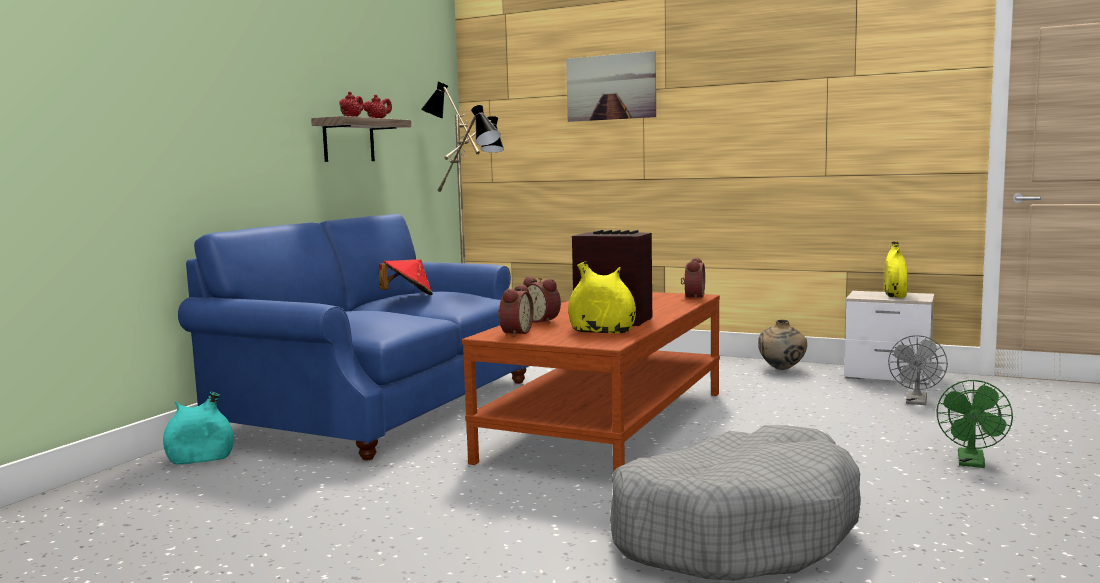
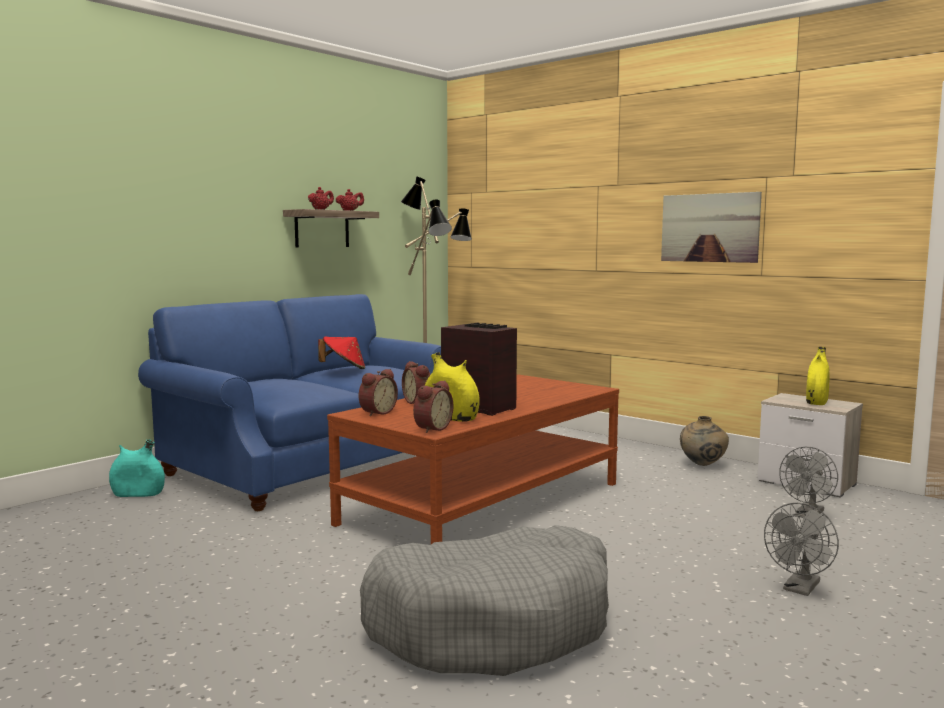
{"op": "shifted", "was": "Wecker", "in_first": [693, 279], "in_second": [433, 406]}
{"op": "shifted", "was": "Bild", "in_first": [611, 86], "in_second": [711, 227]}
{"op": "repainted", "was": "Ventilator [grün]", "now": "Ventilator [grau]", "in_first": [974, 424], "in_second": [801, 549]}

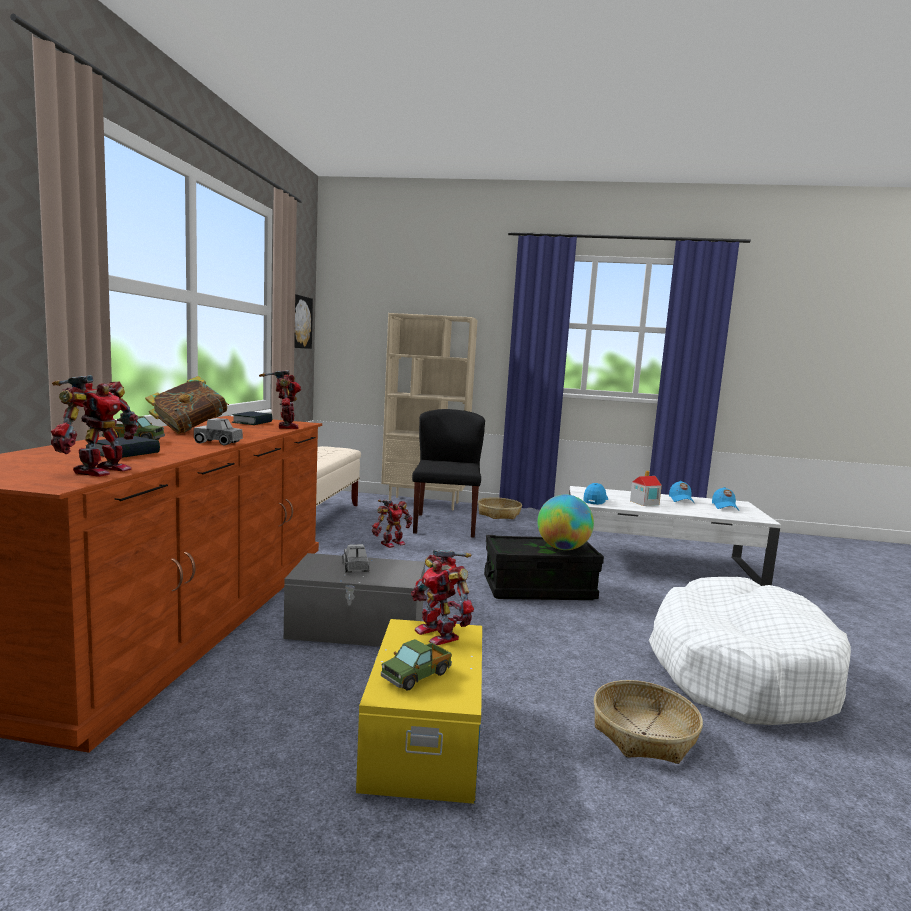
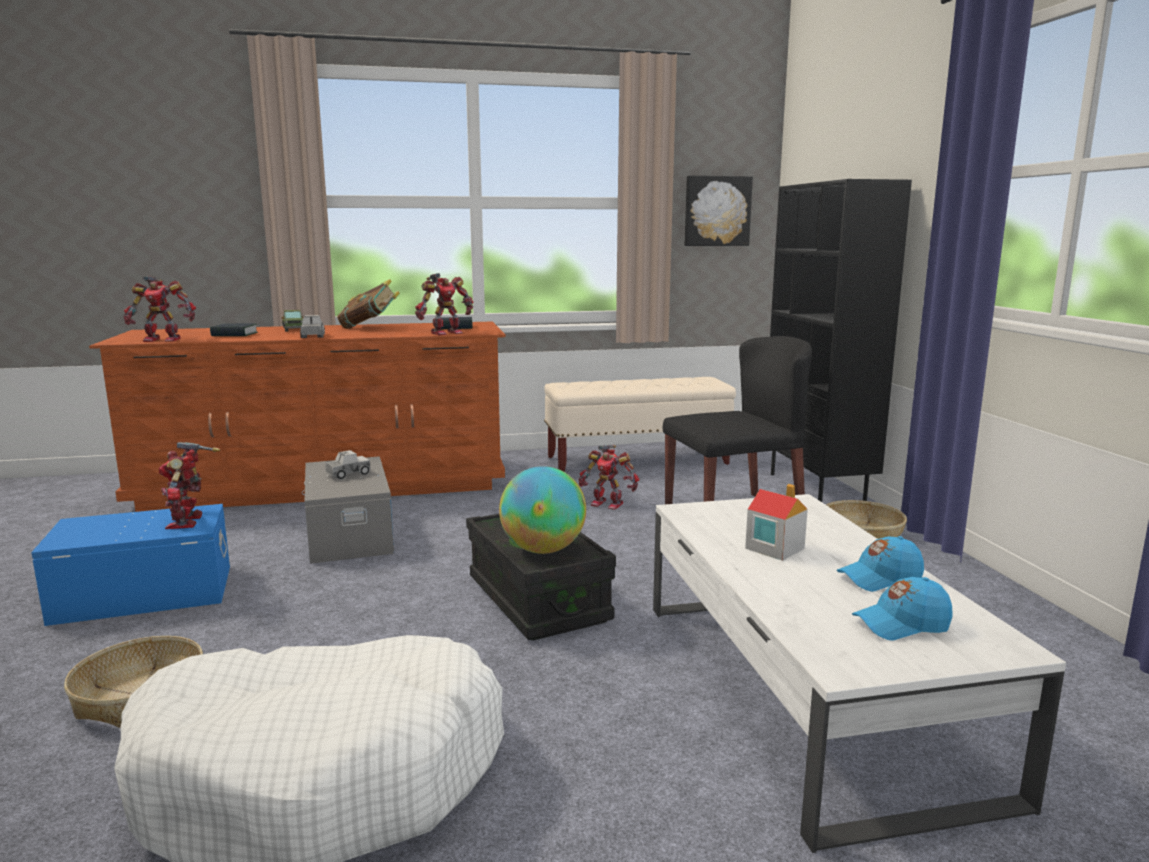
{"op": "repainted", "was": "Aufbewahrungsbox [gelb]", "now": "Aufbewahrungsbox [blau]", "in_first": [419, 711], "in_second": [130, 565]}
{"op": "rotated", "was": "Spielzeugroboter", "in_first": [442, 597], "in_second": [190, 485], "clockwise": -45}
{"op": "repainted", "was": "Bücherregal [beige]", "now": "Bücherregal [schwarz]", "in_first": [429, 411], "in_second": [841, 340]}
{"op": "gone", "was": "Spielzeuglaster", "in_first": [416, 665]}
{"op": "gone", "was": "Kappe [blau]", "in_first": [595, 494]}

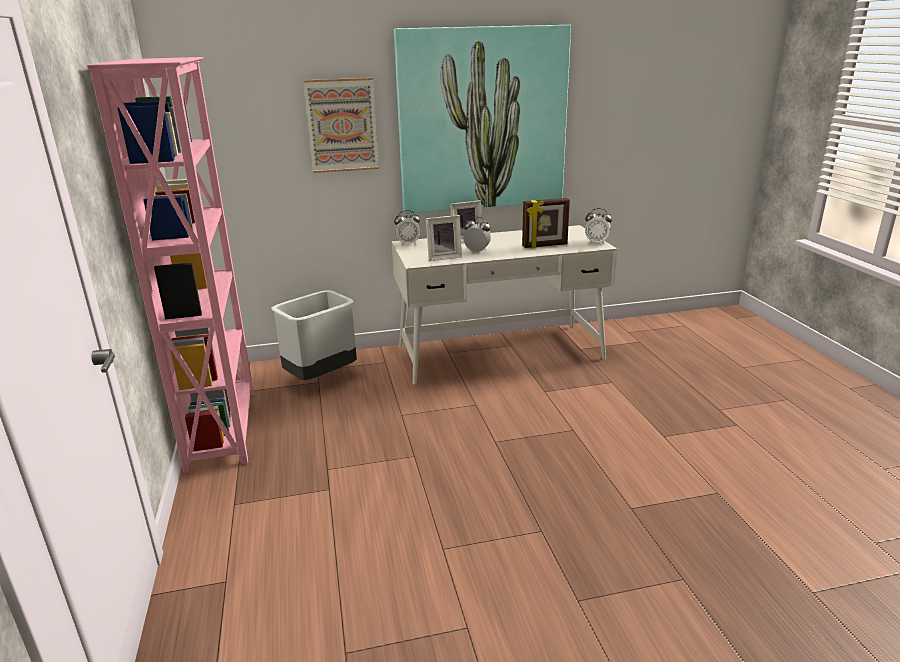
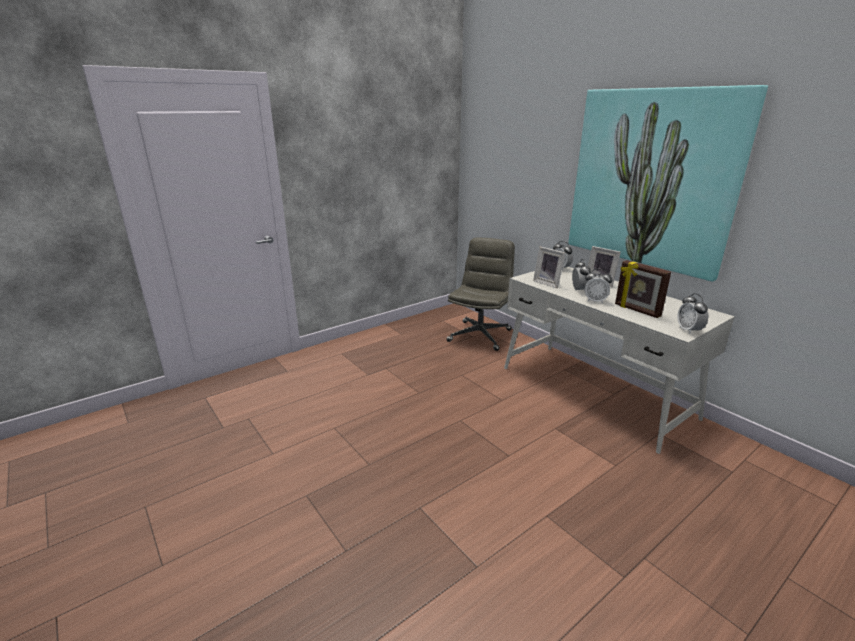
{"op": "swapped", "was": "Mülleimer [grau]", "now": "Bürostuhl [grau]", "in_first": [314, 335], "in_second": [480, 294]}
{"op": "new", "now": "Wecker", "in_second": [598, 286]}
{"op": "gone", "was": "Bücherregal [rosa]", "in_first": [170, 265]}
{"op": "gone", "was": "Bild", "in_first": [341, 125]}

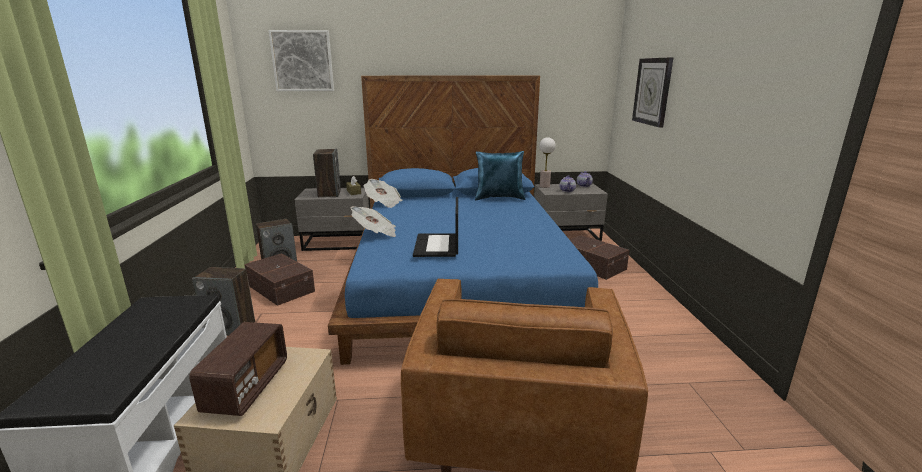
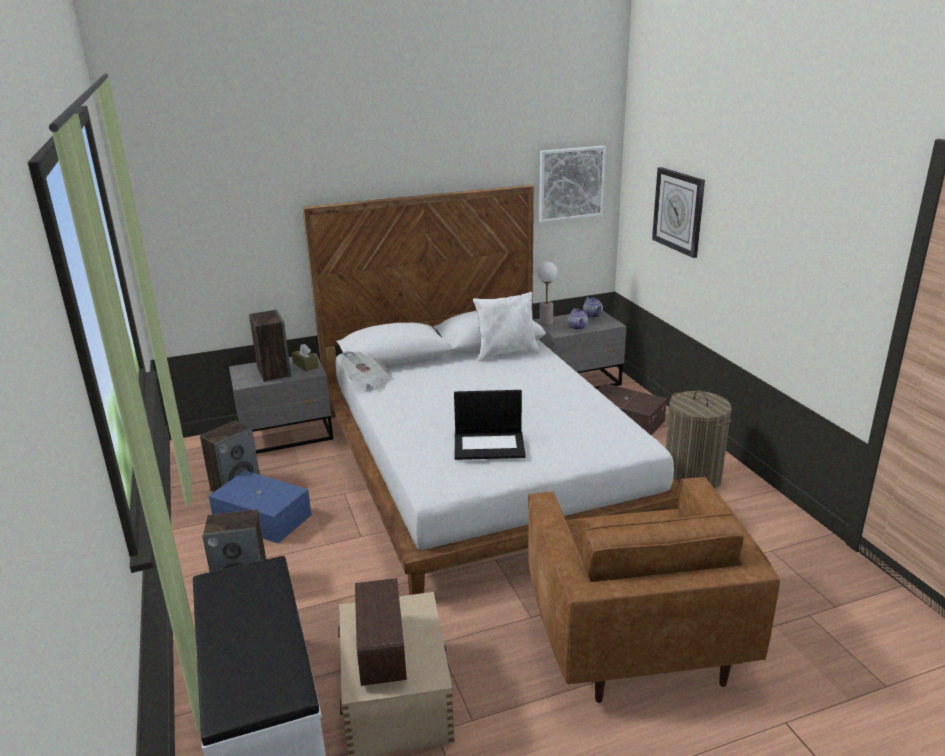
{"op": "repainted", "was": "Aufbewahrungsbox [braun]", "now": "Aufbewahrungsbox [blau]", "in_first": [279, 280], "in_second": [260, 507]}
{"op": "repainted", "was": "Bett [blau]", "now": "Bett [weiß]", "in_first": [463, 220], "in_second": [491, 390]}
{"op": "rotated", "was": "Laptop", "in_first": [435, 227], "in_second": [490, 425], "clockwise": -75}
{"op": "repainted", "was": "Kissen [blau]", "now": "Kissen [weiß]", "in_first": [500, 175], "in_second": [506, 326]}
{"op": "shifted", "was": "Bild", "in_first": [301, 60], "in_second": [572, 184]}
{"op": "new", "now": "Wäschekorb", "in_second": [699, 439]}
{"op": "gone", "was": "Zeitung", "in_first": [373, 221]}

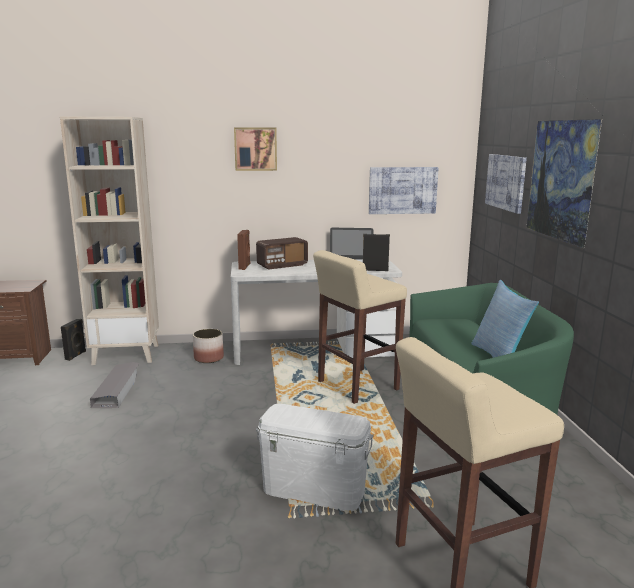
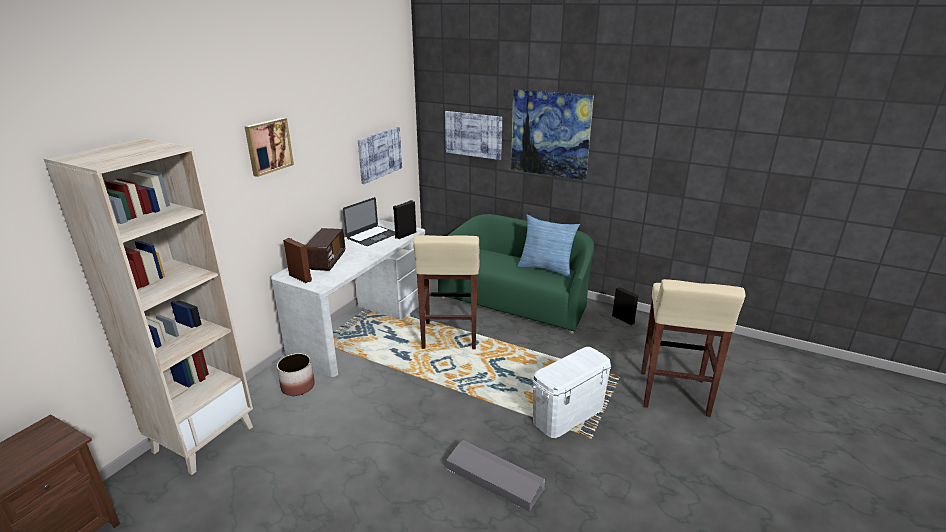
{"op": "shifted", "was": "Aufbewahrungsbox [grau]", "in_first": [115, 385], "in_second": [495, 476]}
{"op": "shifted", "was": "Lautsprecher [schwarz]", "in_first": [73, 340], "in_second": [625, 306]}

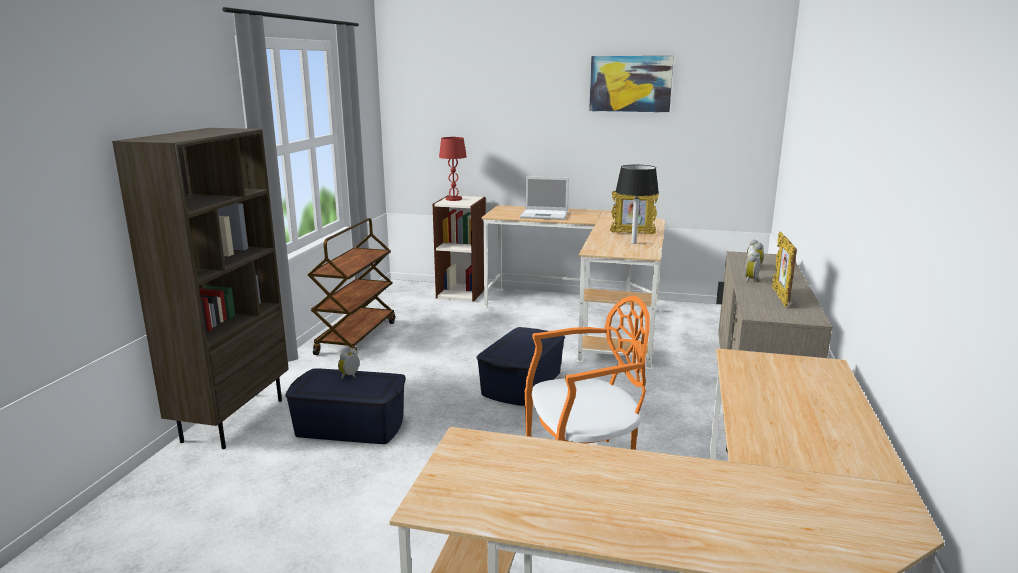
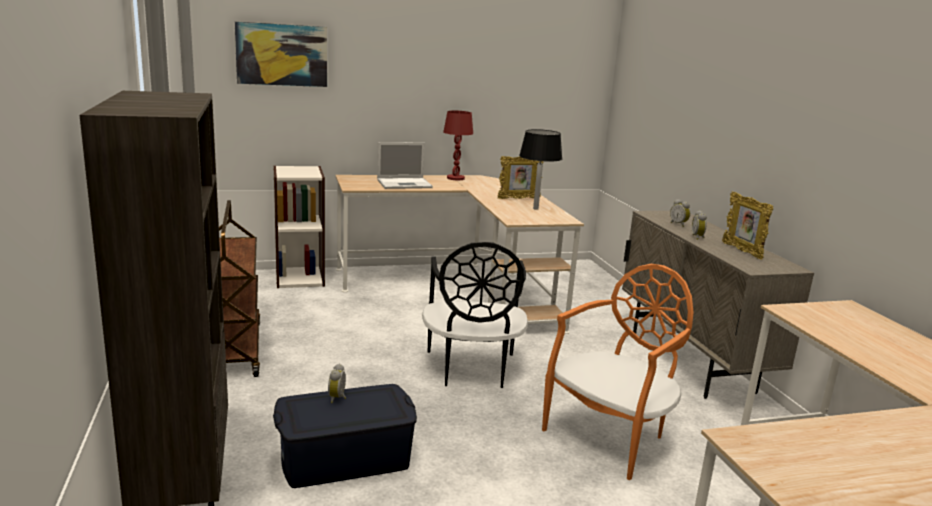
{"op": "shifted", "was": "Bild", "in_first": [631, 84], "in_second": [281, 54]}
{"op": "swapped", "was": "Aufbewahrungsbox [blau]", "now": "Stuhl [schwarz]", "in_first": [521, 366], "in_second": [475, 315]}
{"op": "shifted", "was": "Tischlampe [rot]", "in_first": [453, 169], "in_second": [458, 145]}

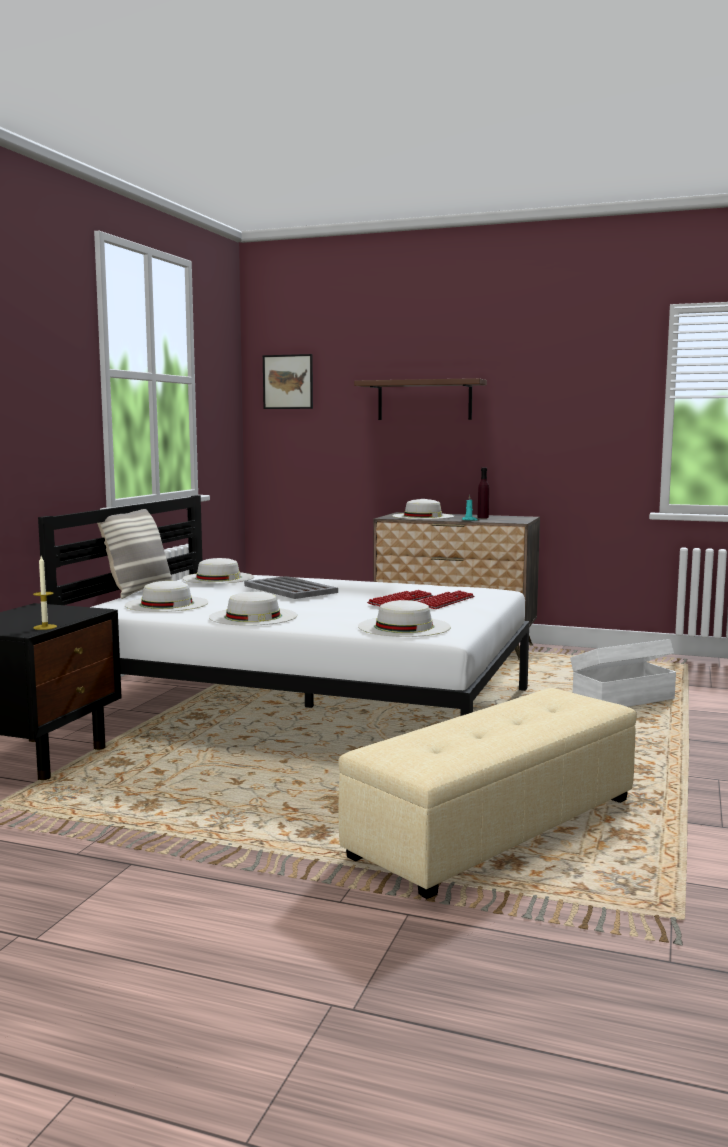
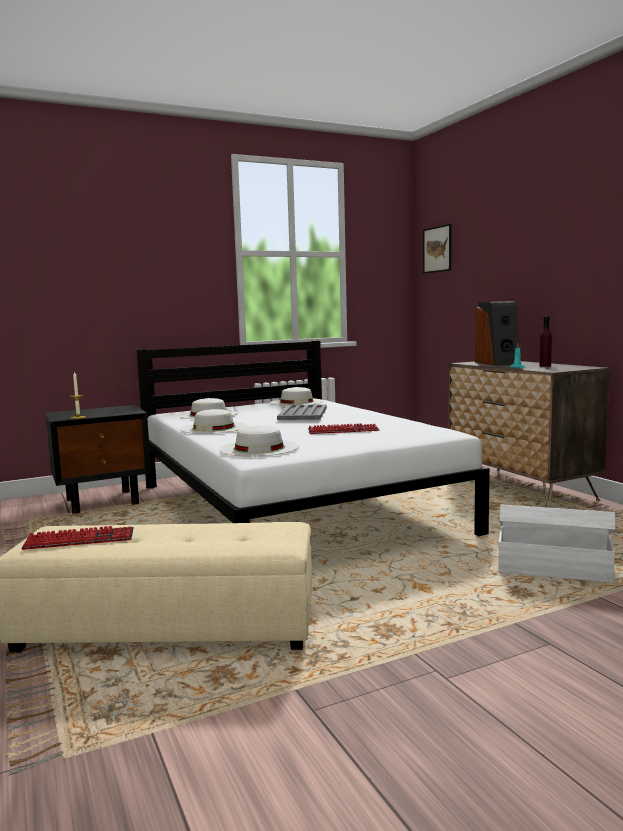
{"op": "shifted", "was": "Tastatur", "in_first": [445, 599], "in_second": [77, 538]}
{"op": "swapped", "was": "Hut [weiß]", "now": "Lautsprecher", "in_first": [423, 509], "in_second": [497, 333]}
{"op": "gone", "was": "Kissen", "in_first": [135, 554]}
{"op": "gone", "was": "Wandregal [braun]", "in_first": [420, 399]}

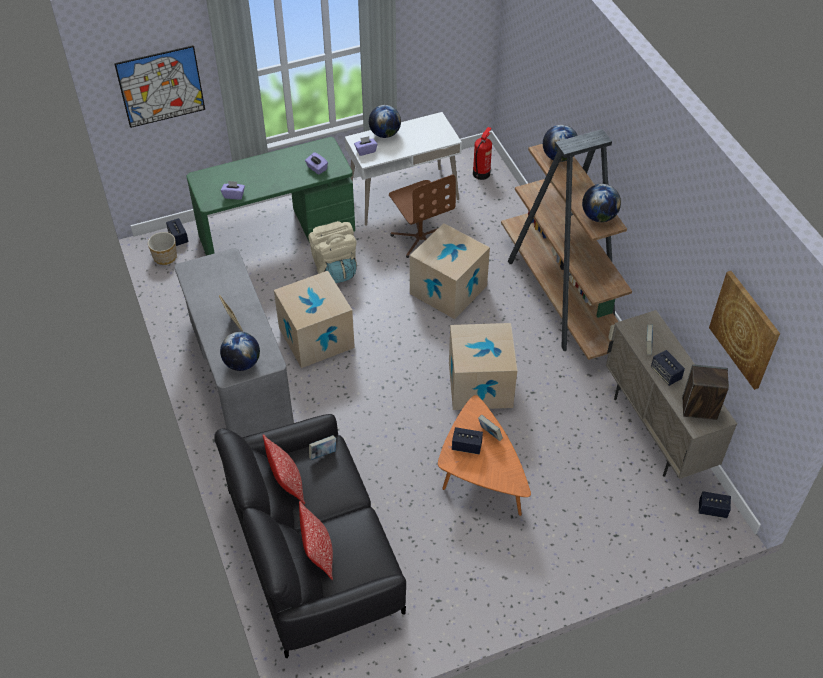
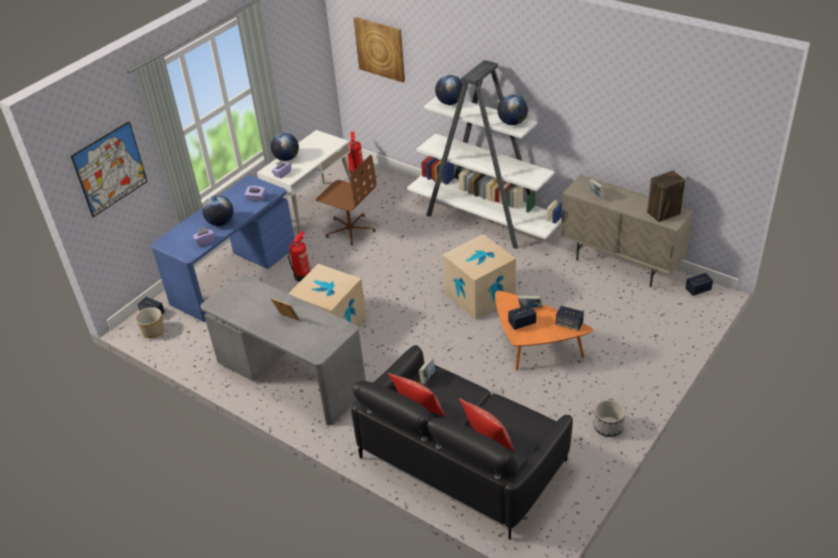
{"op": "repainted", "was": "Schreibtisch [grün]", "now": "Schreibtisch [blau]", "in_first": [270, 196], "in_second": [223, 248]}
{"op": "shifted", "was": "Globus", "in_first": [240, 351], "in_second": [218, 210]}
{"op": "swapped", "was": "Rucksack [beige]", "now": "Feuerlöscher", "in_first": [332, 252], "in_second": [299, 256]}
{"op": "shifted", "was": "Bild", "in_first": [744, 330], "in_second": [379, 49]}
{"op": "repainted", "was": "Bücherregal [braun]", "now": "Bücherregal [weiß]", "in_first": [566, 244], "in_second": [484, 154]}
{"op": "shifted", "was": "Lautsprecher", "in_first": [668, 368], "in_second": [570, 318]}
{"op": "new", "now": "Pflanzkübel", "in_second": [609, 418]}
{"op": "gone", "was": "Karton", "in_first": [450, 271]}

